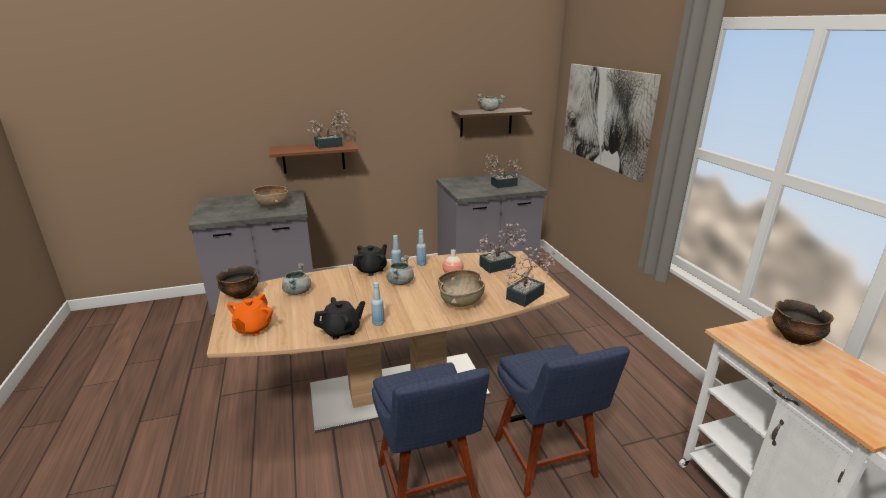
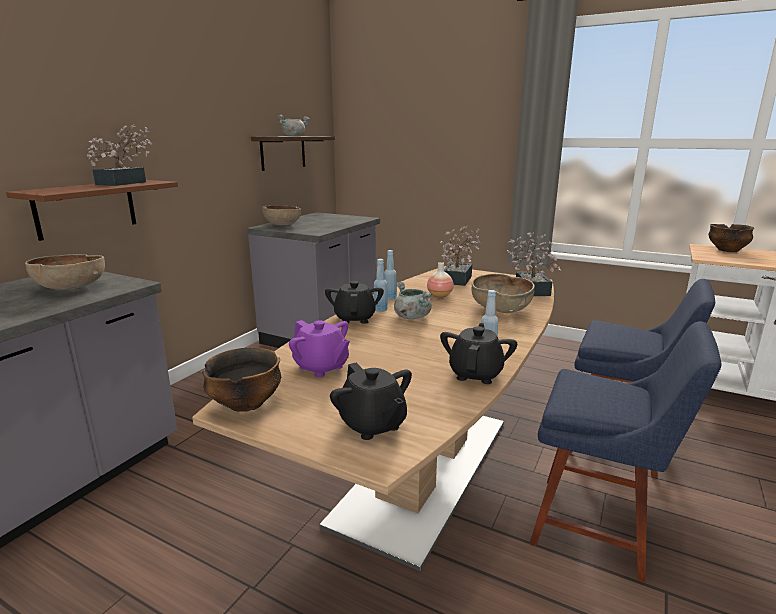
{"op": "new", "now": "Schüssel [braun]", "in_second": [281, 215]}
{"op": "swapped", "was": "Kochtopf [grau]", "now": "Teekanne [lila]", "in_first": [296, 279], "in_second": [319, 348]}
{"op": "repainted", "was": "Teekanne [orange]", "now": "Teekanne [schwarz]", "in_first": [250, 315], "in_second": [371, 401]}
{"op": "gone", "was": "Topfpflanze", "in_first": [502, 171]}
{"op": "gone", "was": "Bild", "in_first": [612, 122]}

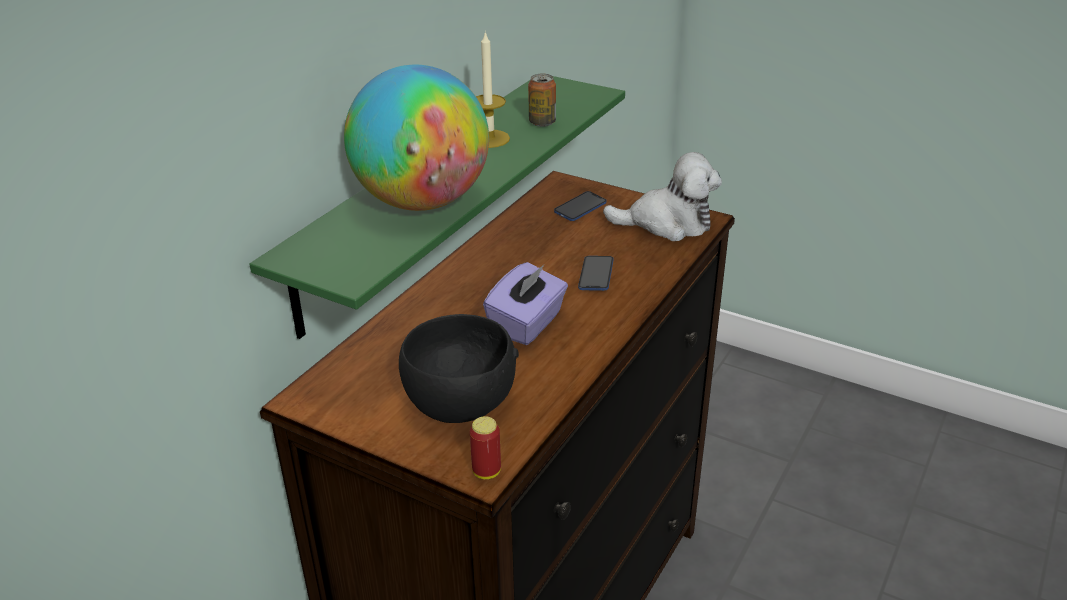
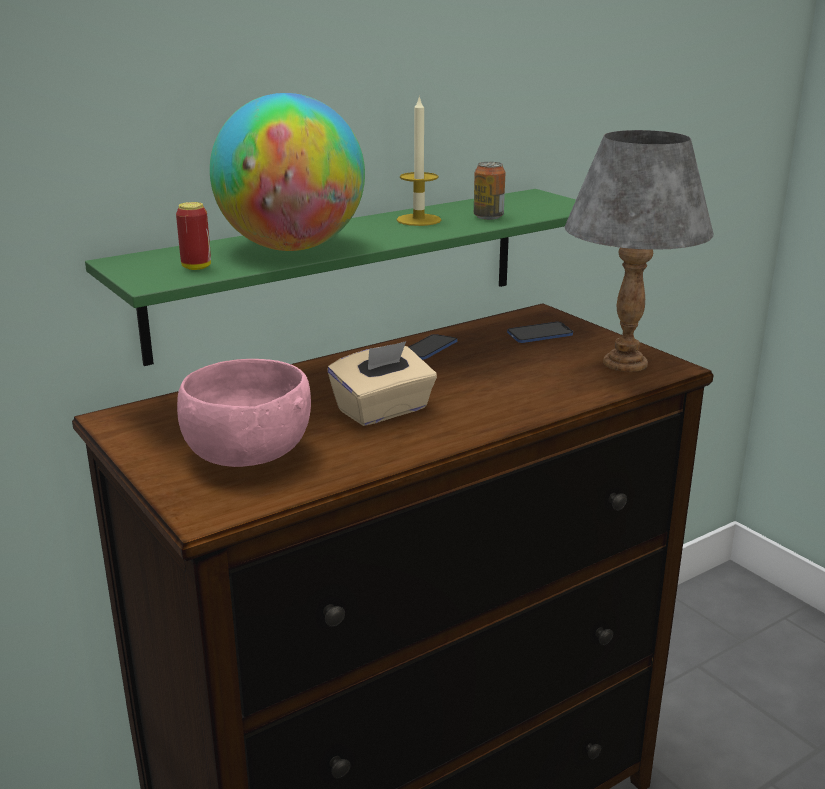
{"op": "shifted", "was": "Dose", "in_first": [485, 447], "in_second": [193, 236]}
{"op": "repainted", "was": "Schüssel [schwarz]", "now": "Schüssel [rosa]", "in_first": [459, 368], "in_second": [244, 413]}
{"op": "repainted", "was": "Taschentuchbox [lila]", "now": "Taschentuchbox [beige]", "in_first": [525, 303], "in_second": [382, 383]}
{"op": "shifted", "was": "Handy", "in_first": [596, 273], "in_second": [433, 347]}
{"op": "swapped", "was": "Plüschtier", "now": "Tischlampe [grau]", "in_first": [662, 196], "in_second": [639, 251]}

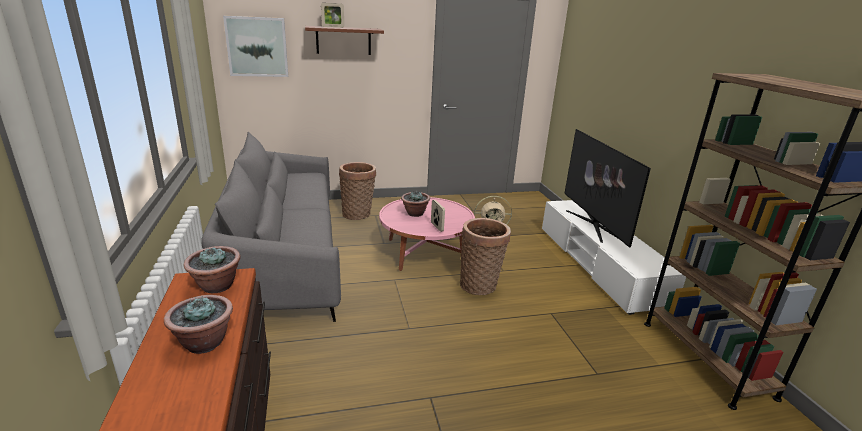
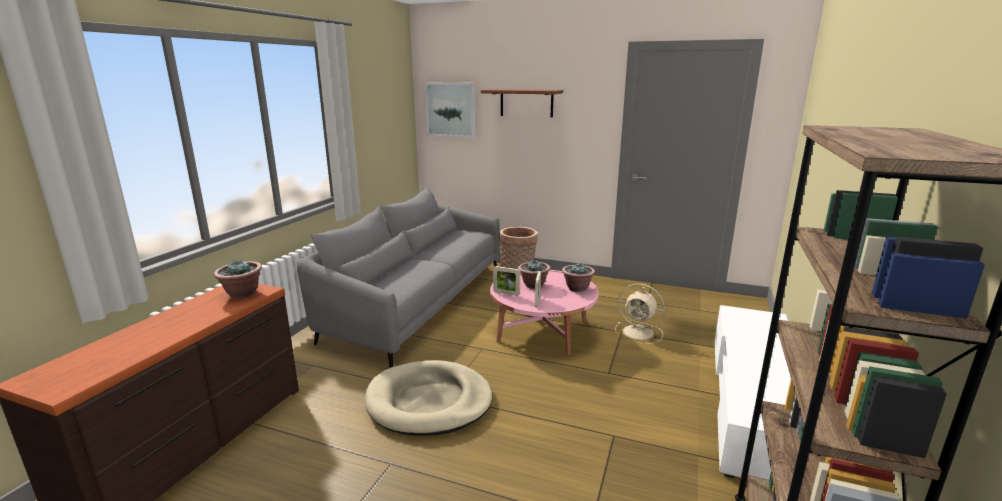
{"op": "new", "now": "Hundebett [beige]", "in_second": [429, 398]}
{"op": "shifted", "was": "Bilderrahmen", "in_first": [332, 15], "in_second": [506, 281]}
{"op": "shifted", "was": "Topfpflanze", "in_first": [198, 324], "in_second": [578, 277]}
{"op": "gone", "was": "Korb", "in_first": [485, 256]}
{"op": "gone", "was": "Fernseher", "in_first": [608, 188]}

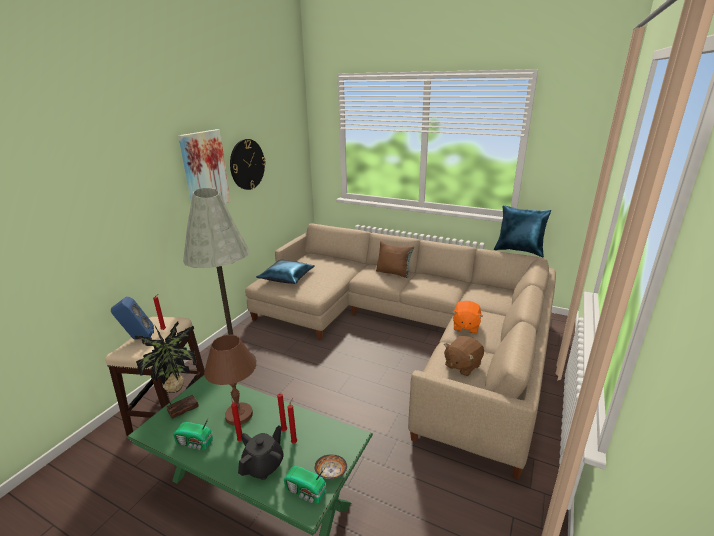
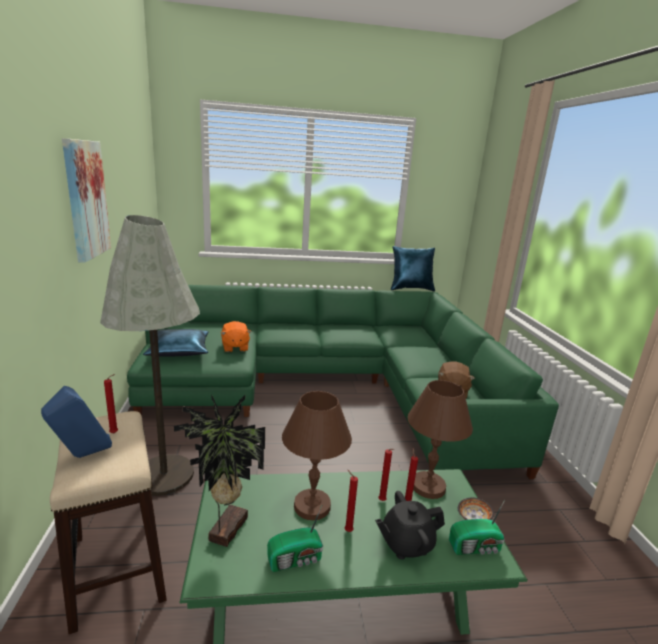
{"op": "repainted", "was": "Sofa [beige]", "now": "Sofa [grün]", "in_first": [400, 351], "in_second": [343, 382]}
{"op": "shifted", "was": "Plüschtier [orange]", "in_first": [467, 317], "in_second": [236, 336]}
{"op": "rotated", "was": "Teekanne [schwarz]", "in_first": [261, 452], "in_second": [410, 525], "clockwise": -105}
{"op": "new", "now": "Tischlampe [braun]", "in_second": [440, 439]}
{"op": "gone", "was": "Wanduhr", "in_first": [248, 164]}
{"op": "gone", "was": "Kissen [braun]", "in_first": [395, 259]}

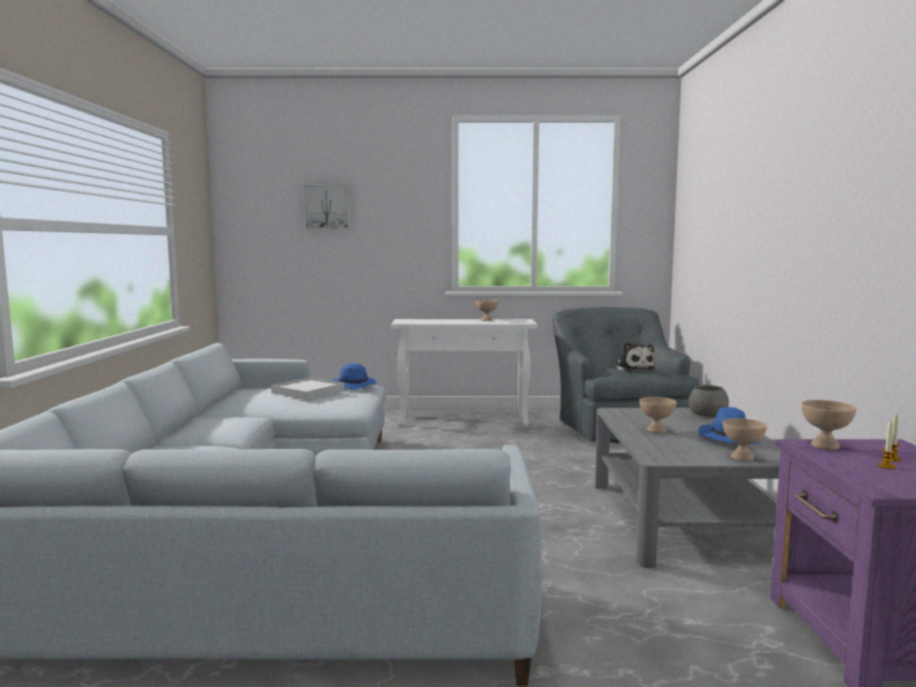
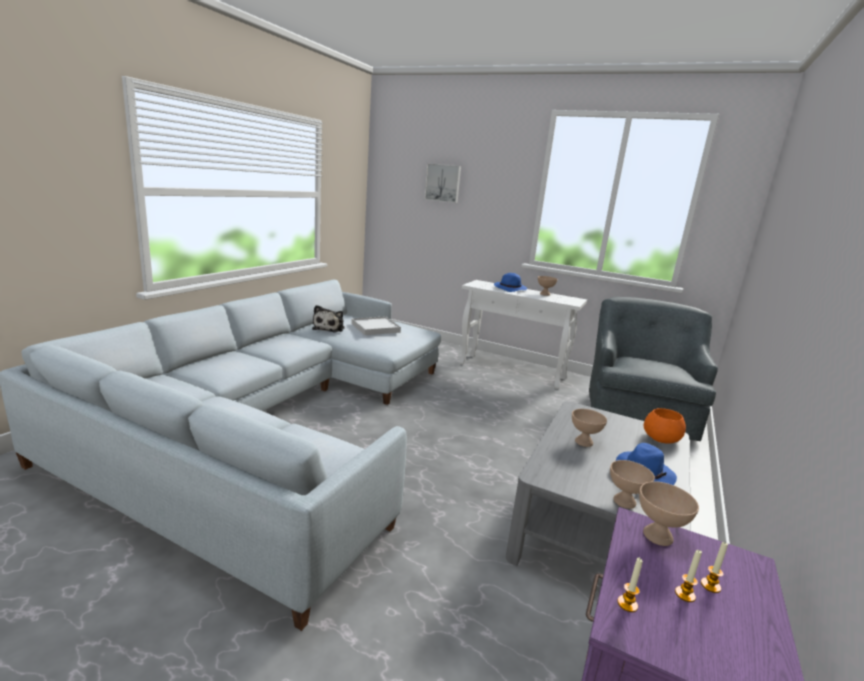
{"op": "shifted", "was": "Plüschtier", "in_first": [635, 357], "in_second": [328, 318]}
{"op": "shifted", "was": "Hut [blau]", "in_first": [354, 376], "in_second": [510, 282]}
{"op": "new", "now": "Kerze", "in_second": [630, 584]}
{"op": "repainted", "was": "Schüssel [grau]", "now": "Schüssel [orange]", "in_first": [709, 401], "in_second": [665, 426]}

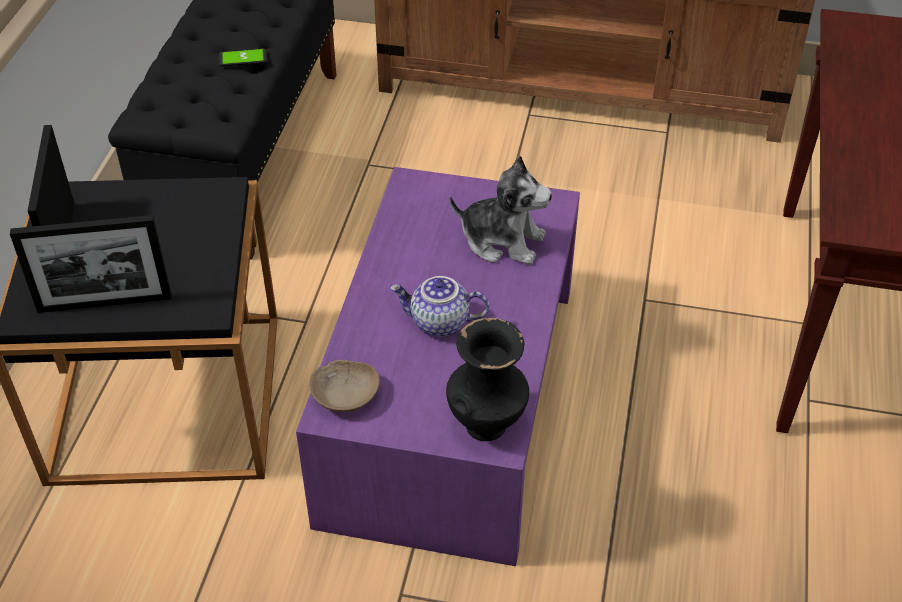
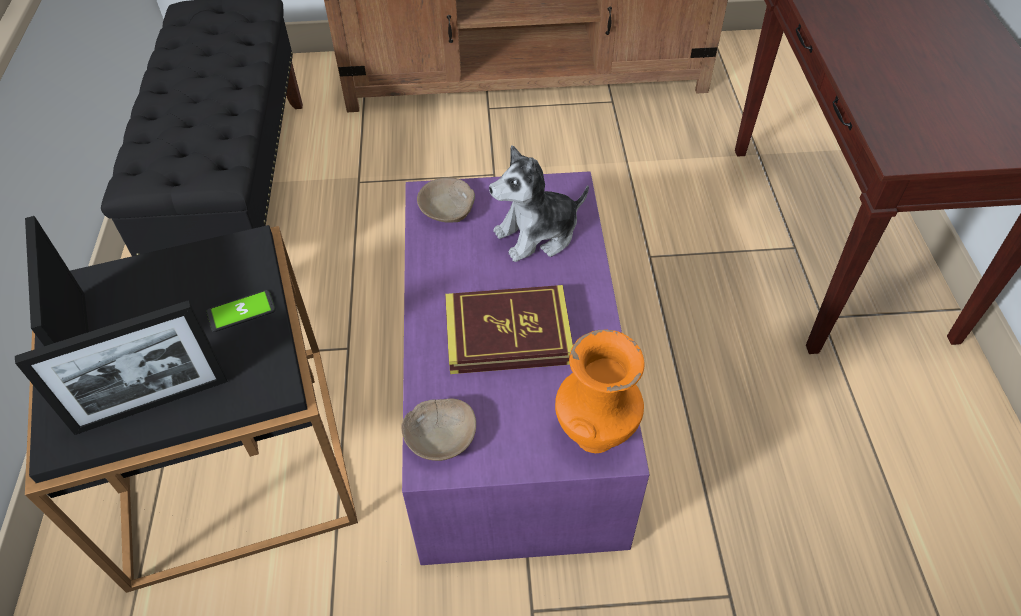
{"op": "shifted", "was": "Handy", "in_first": [243, 57], "in_second": [241, 311]}
{"op": "new", "now": "Schüssel [beige]", "in_second": [446, 200]}
{"op": "swapped", "was": "Teekanne", "now": "Buch", "in_first": [439, 306], "in_second": [509, 329]}
{"op": "rotated", "was": "Plüschtier", "in_first": [500, 210], "in_second": [539, 203], "clockwise": 150}
{"op": "repainted", "was": "Vase [schwarz]", "now": "Vase [orange]", "in_first": [487, 379], "in_second": [600, 391]}

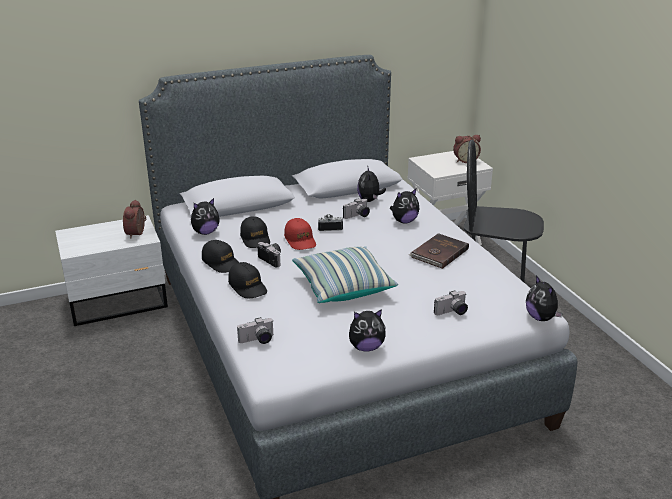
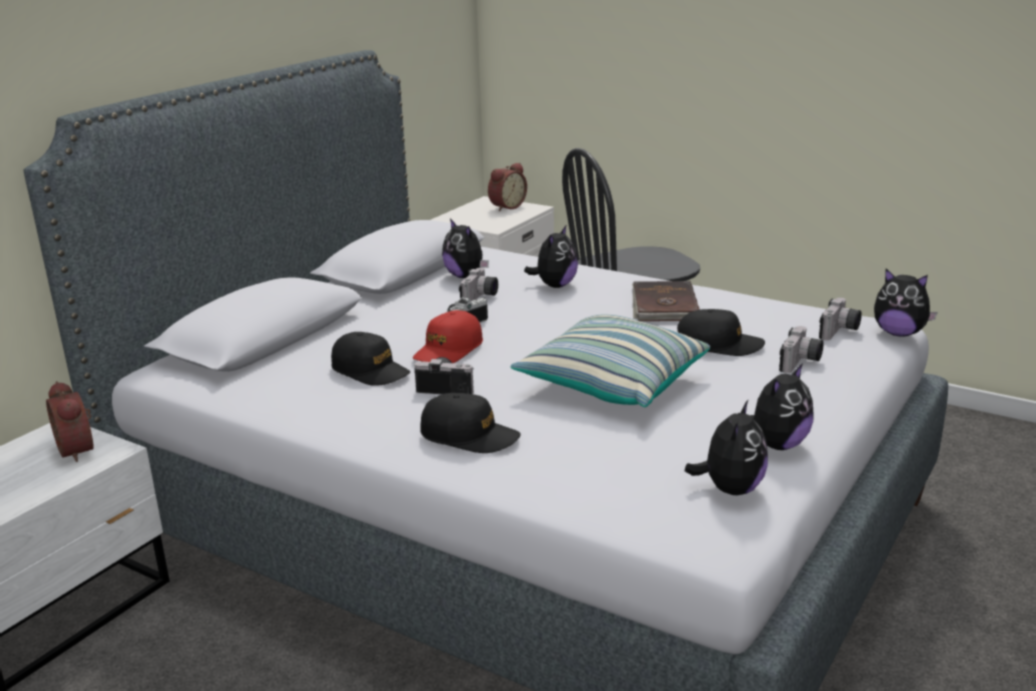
{"op": "rotated", "was": "Kappe [rot]", "in_first": [300, 234], "in_second": [448, 336], "clockwise": 90}
{"op": "shifted", "was": "Kappe [schwarz]", "in_first": [220, 256], "in_second": [721, 332]}
{"op": "shifted", "was": "Plüschtier", "in_first": [205, 216], "in_second": [726, 447]}
{"op": "shifted", "was": "Kamera", "in_first": [255, 330], "in_second": [840, 319]}

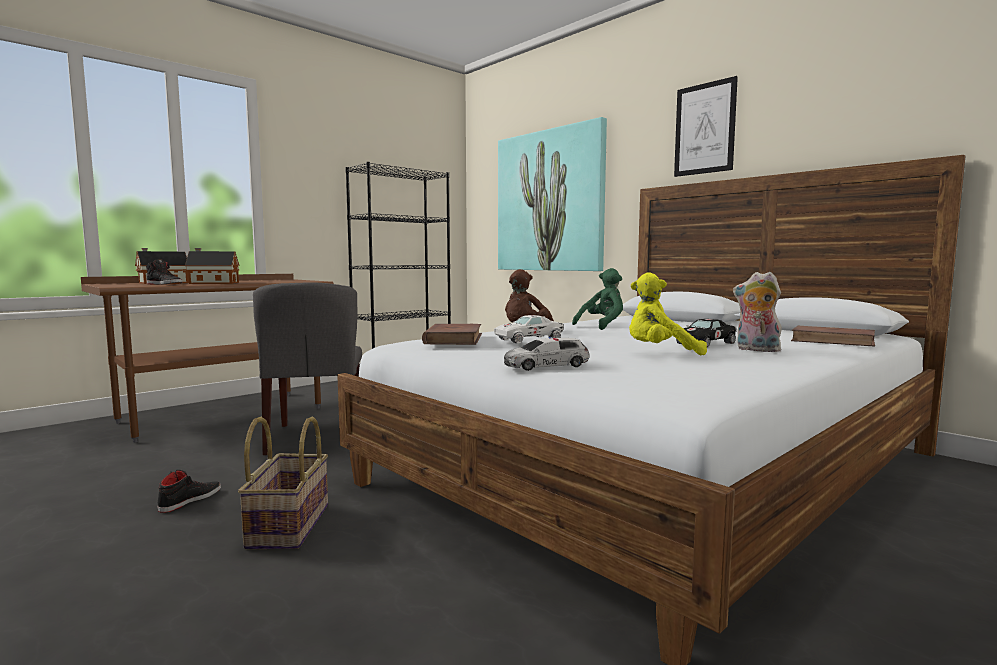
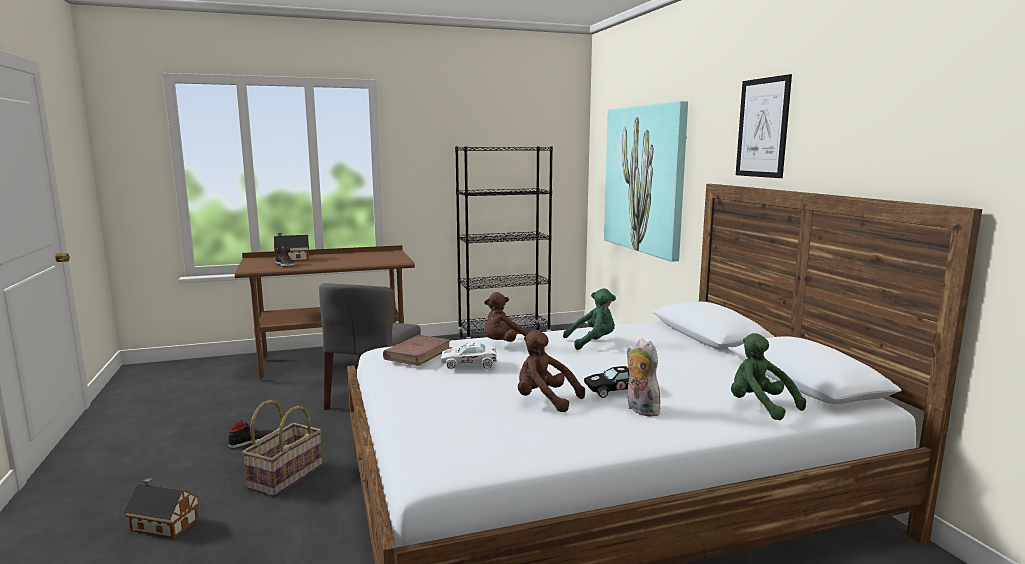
{"op": "shifted", "was": "Spielzeughaus", "in_first": [212, 266], "in_second": [161, 508]}
{"op": "repainted", "was": "Plüschtier [gelb]", "now": "Plüschtier [braun]", "in_first": [668, 313], "in_second": [551, 371]}
{"op": "swapped", "was": "Buch [braun]", "now": "Plüschtier [grün]", "in_first": [833, 336], "in_second": [768, 376]}
{"op": "gone", "was": "Spielzeugauto", "in_first": [547, 354]}

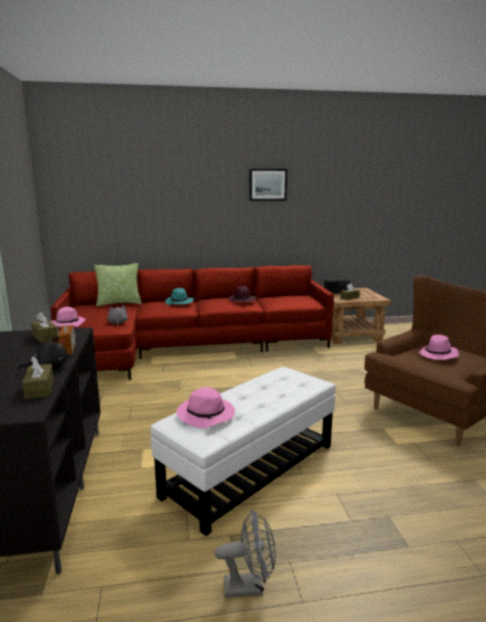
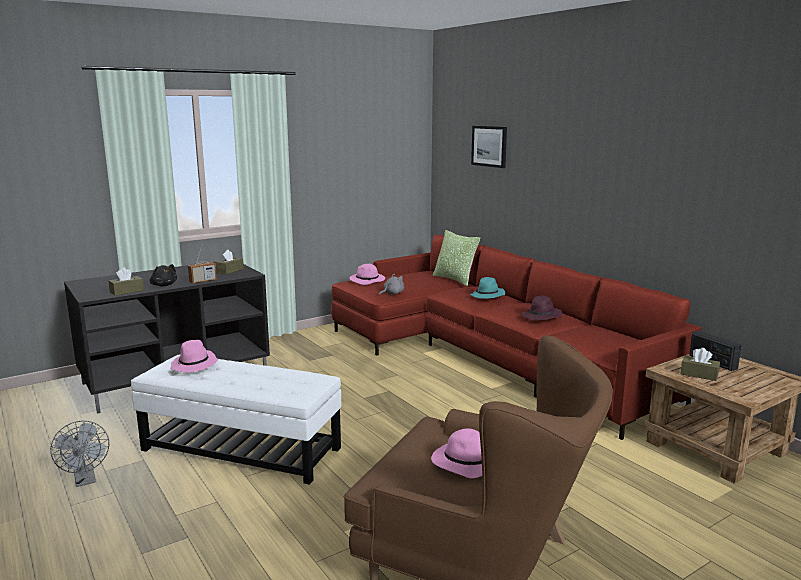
{"op": "shifted", "was": "Bild", "in_first": [268, 185], "in_second": [489, 147]}

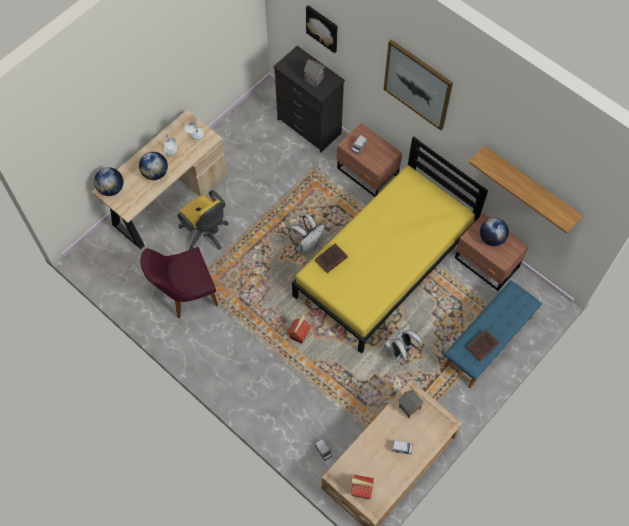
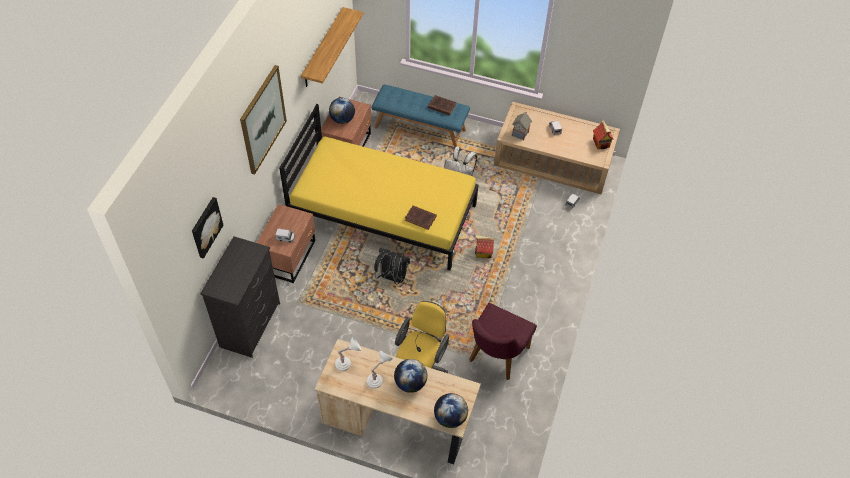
{"op": "repainted", "was": "Rucksack [weiß]", "now": "Rucksack [schwarz]", "in_first": [306, 234], "in_second": [392, 266]}
{"op": "rotated", "was": "Stuhl [lila]", "in_first": [179, 282], "in_second": [503, 341], "clockwise": 75}
{"op": "gone", "was": "Spielzeughaus", "in_first": [314, 74]}

